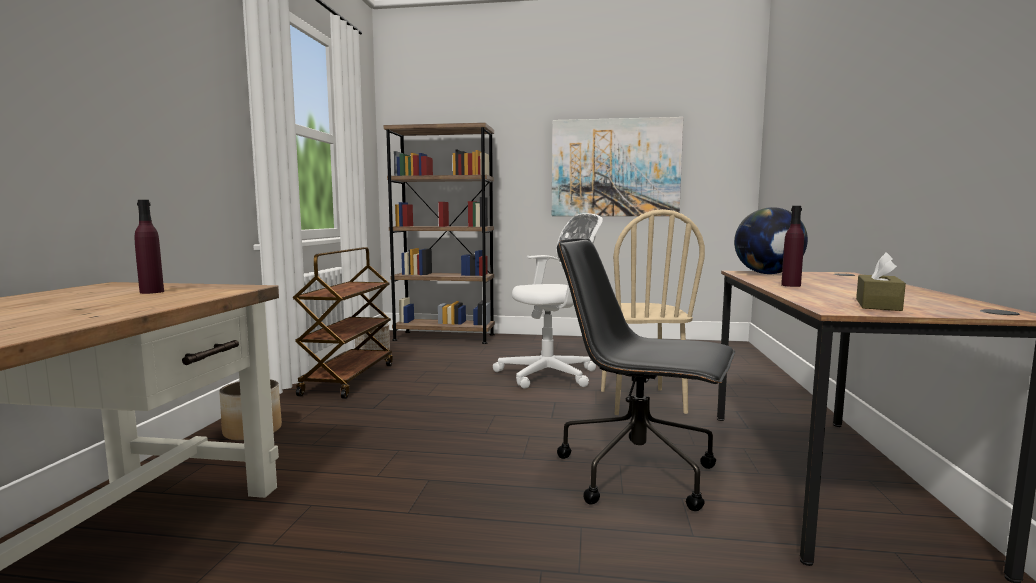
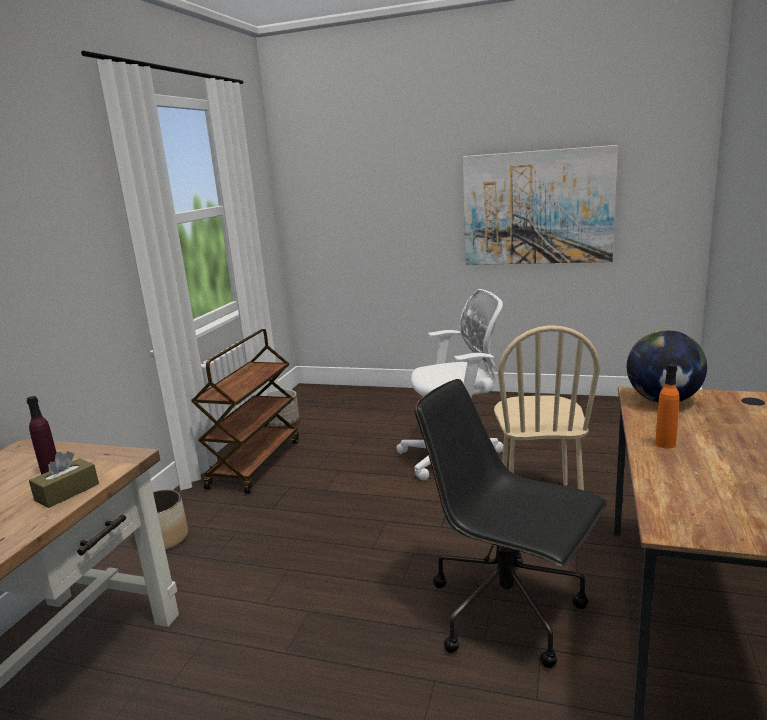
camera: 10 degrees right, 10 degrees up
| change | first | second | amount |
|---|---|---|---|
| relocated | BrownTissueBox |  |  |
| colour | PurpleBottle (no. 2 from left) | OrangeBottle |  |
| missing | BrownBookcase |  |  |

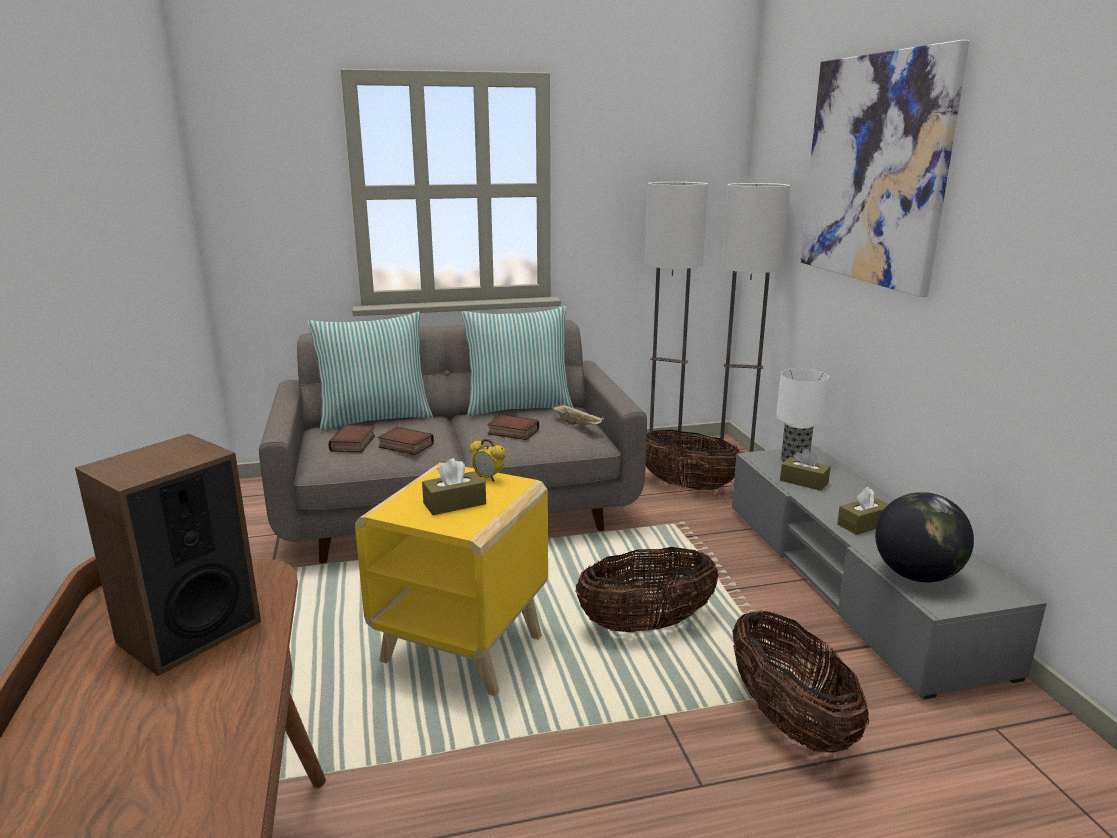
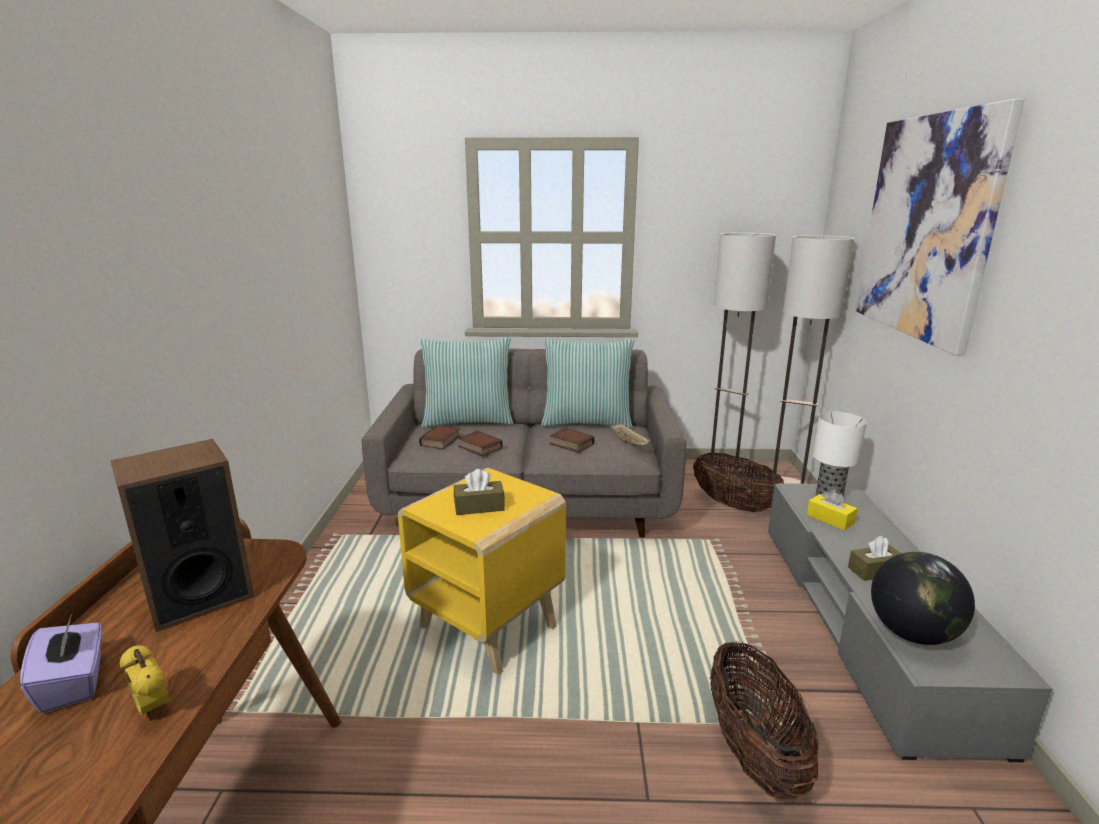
camera: 15 degrees right, 0 degrees up
| change | first | second | amount |
|---|---|---|---|
| appeared |  | PurpleTissueBox |  |
| relocated | AlarmClock |  |  |
| colour | BrownTissueBox (no. 2 from left) | YellowTissueBox |  |
| missing | Basket (no. 1 from left) |  |  |

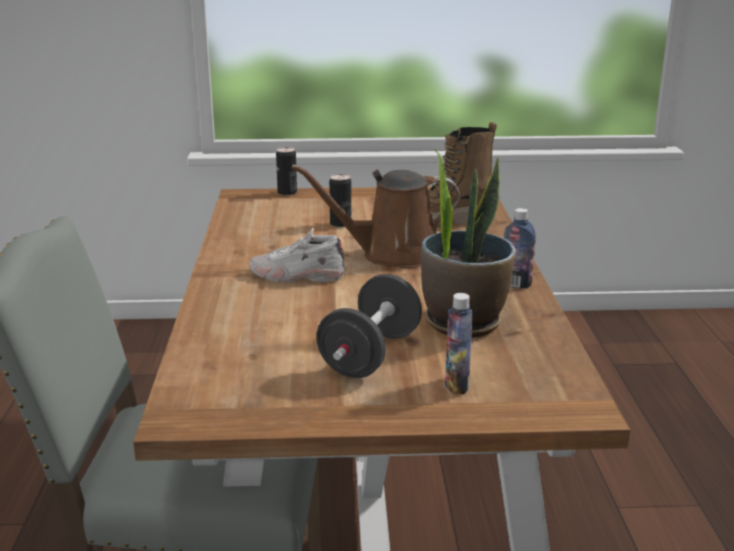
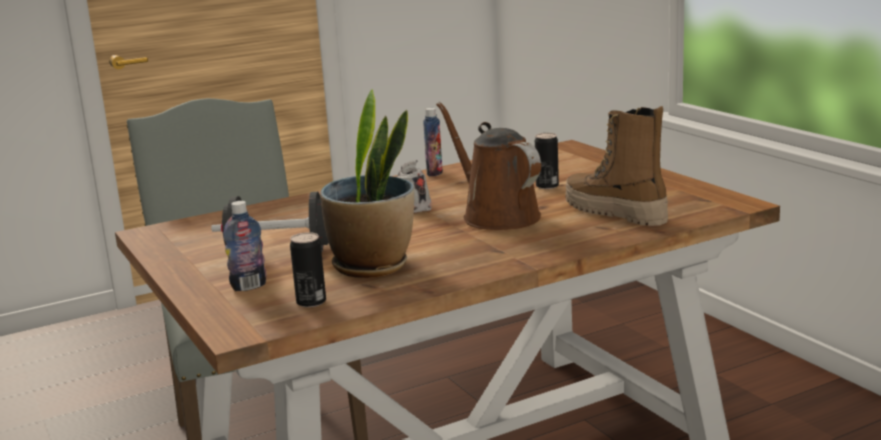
camera: 65 degrees right, 5 degrees down
| change | first | second | amount |
|---|---|---|---|
| relocated | Can (no. 1 from left) |  |  |
| relocated | Bottle (no. 2 from left) |  |  |

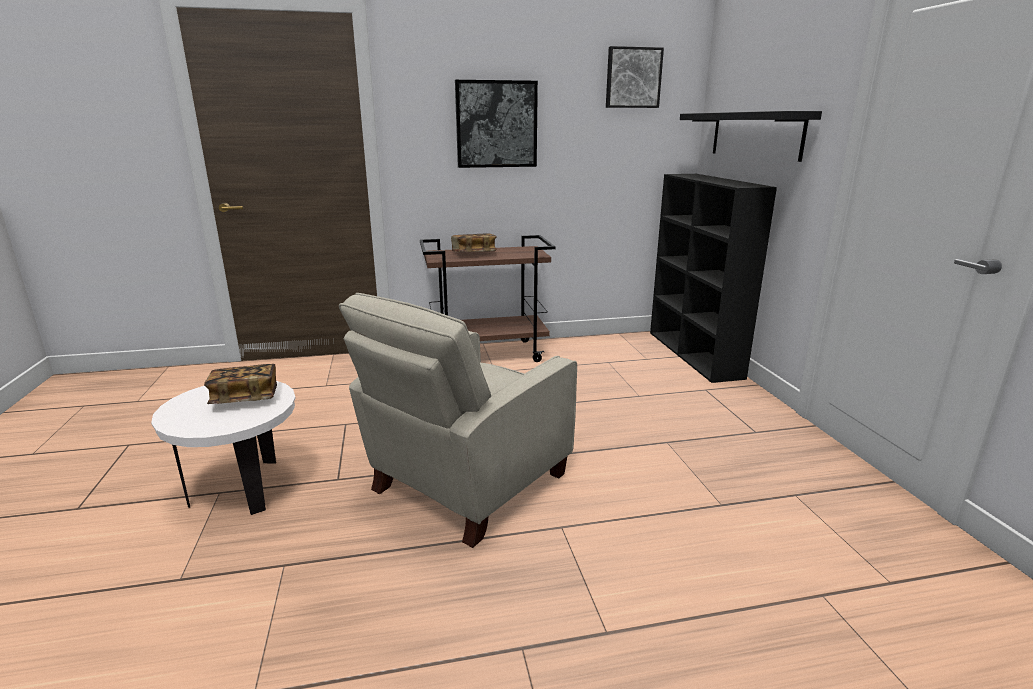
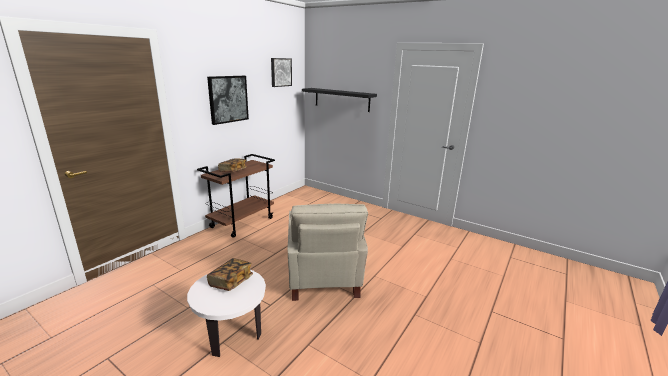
camera: 45 degrees left, 0 degrees up
| change | first | second | amount |
|---|---|---|---|
| missing | BlackBookcase |  |  |

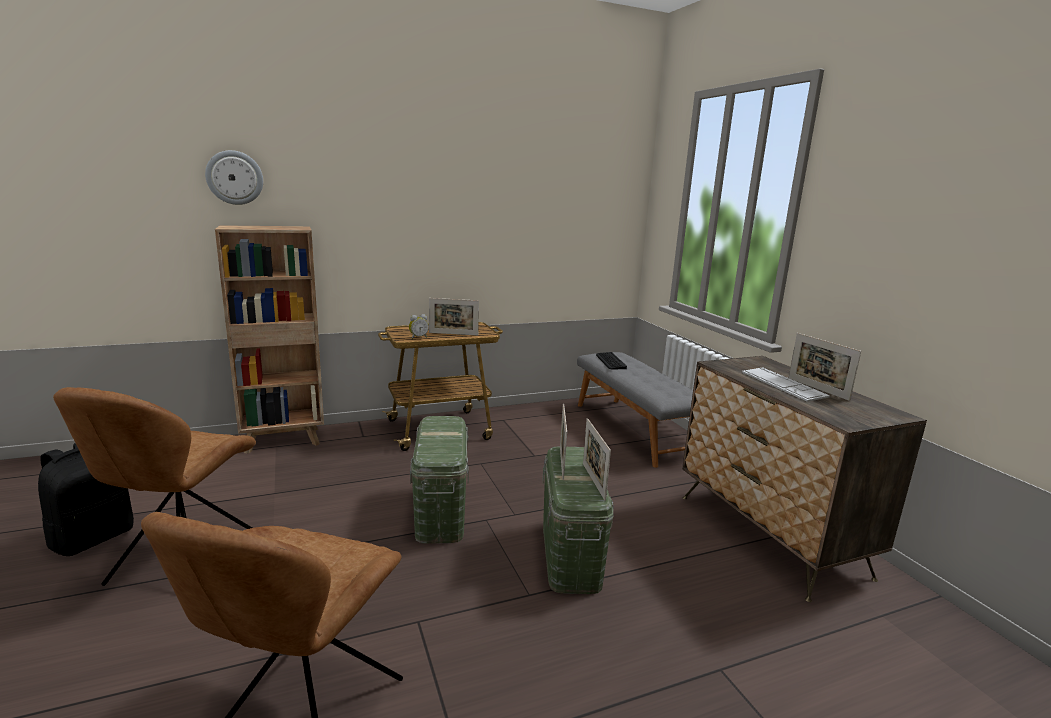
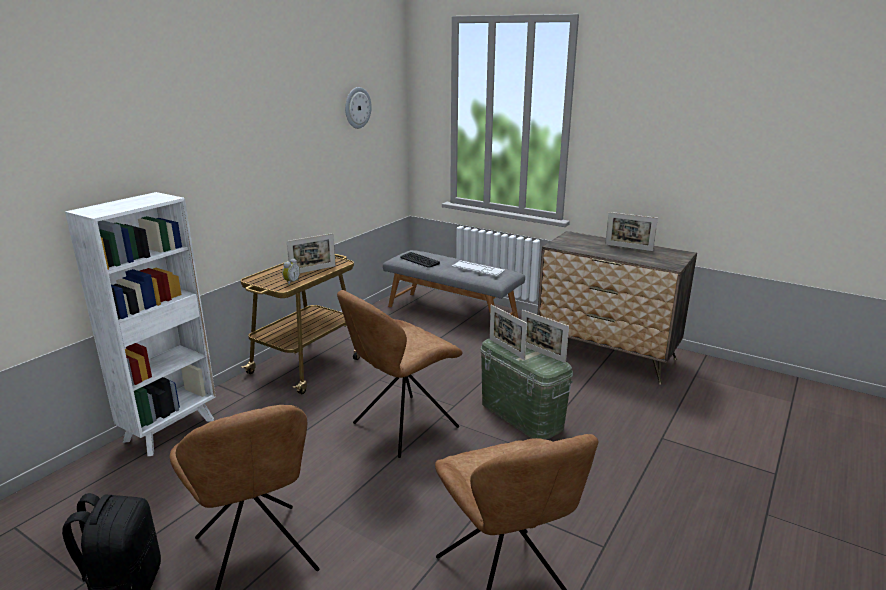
camera: 35 degrees left, 5 degrees up
| change | first | second | amount |
|---|---|---|---|
| colour | BrownBookcase | WhiteBookcase |  |
| exchanged | GreenStorageBox (no. 1 from left) | BrownChair (no. 2 from left) |  |
| relocated | WallClock |  |  |
| relocated | Keyboard (no. 2 from left) |  |  |

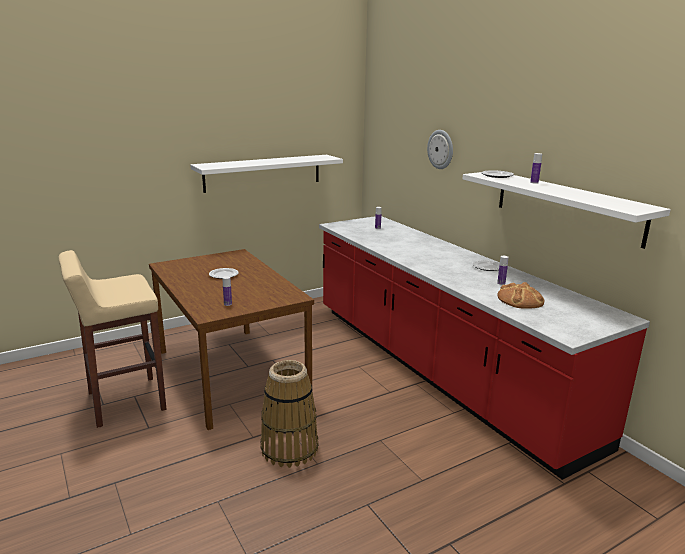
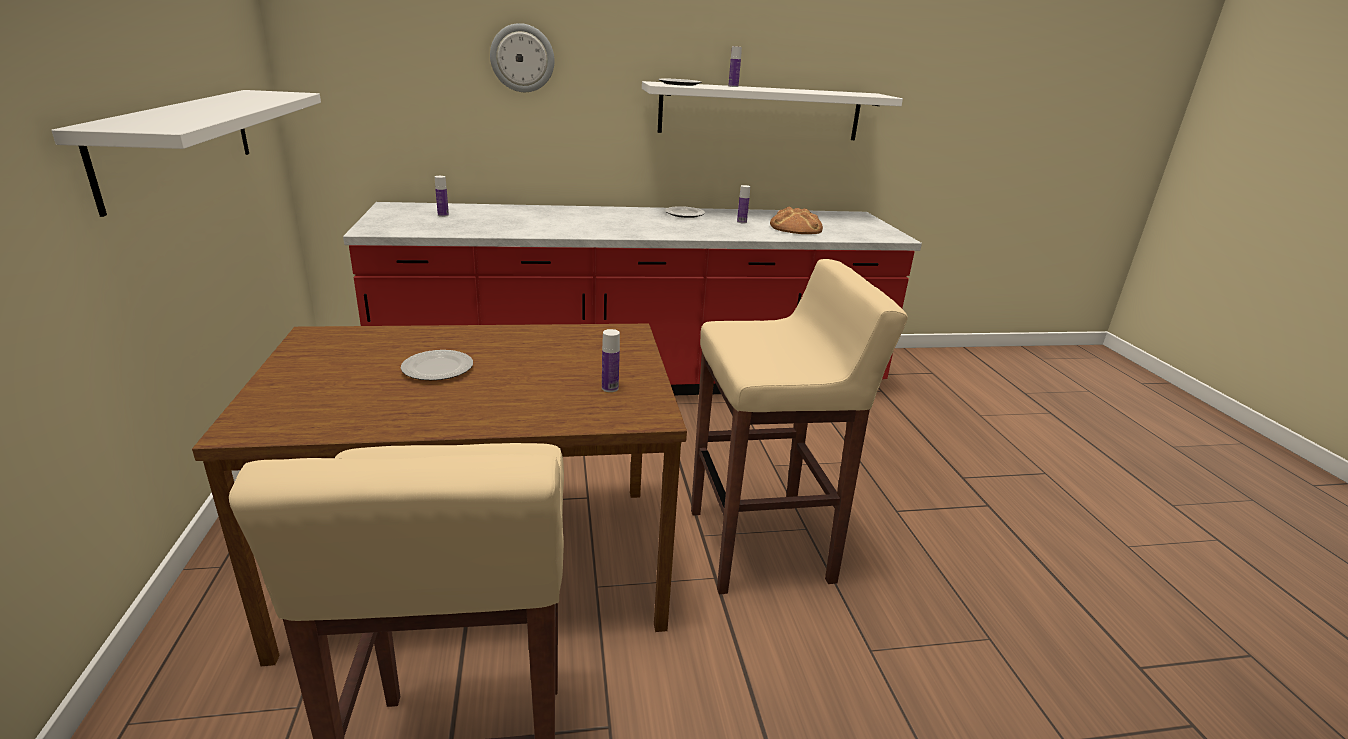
camera: 70 degrees left, 5 degrees up
| change | first | second | amount |
|---|---|---|---|
| exchanged | Basket | BeigeStool (no. 2 from left) |  |

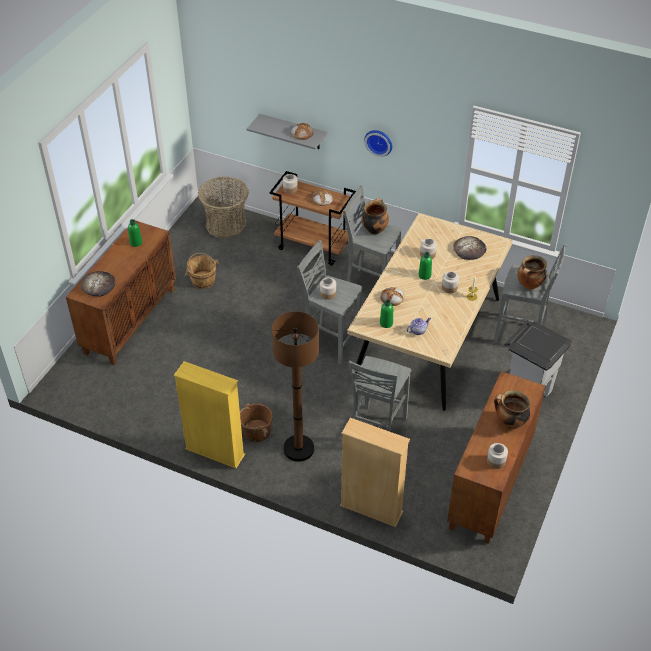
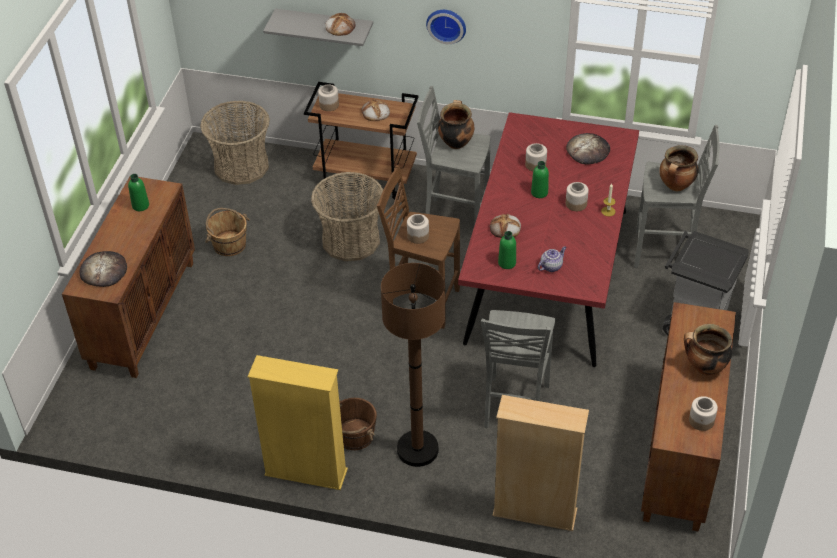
camera: 10 degrees left, 0 degrees up
| change | first | second | amount |
|---|---|---|---|
| appeared |  | Basket (no. 2 from left) |  |
| colour | GreyStool (no. 1 from left) | BrownStool |  |
| colour | BeigeDiningTable | RedDiningTable |  |

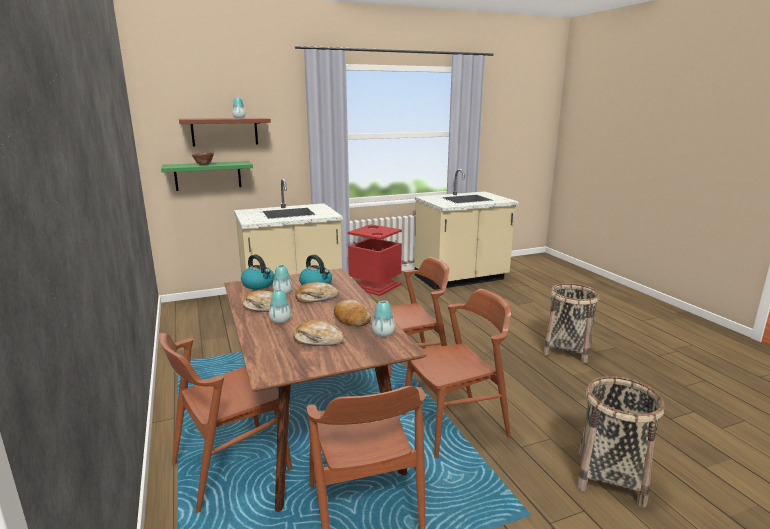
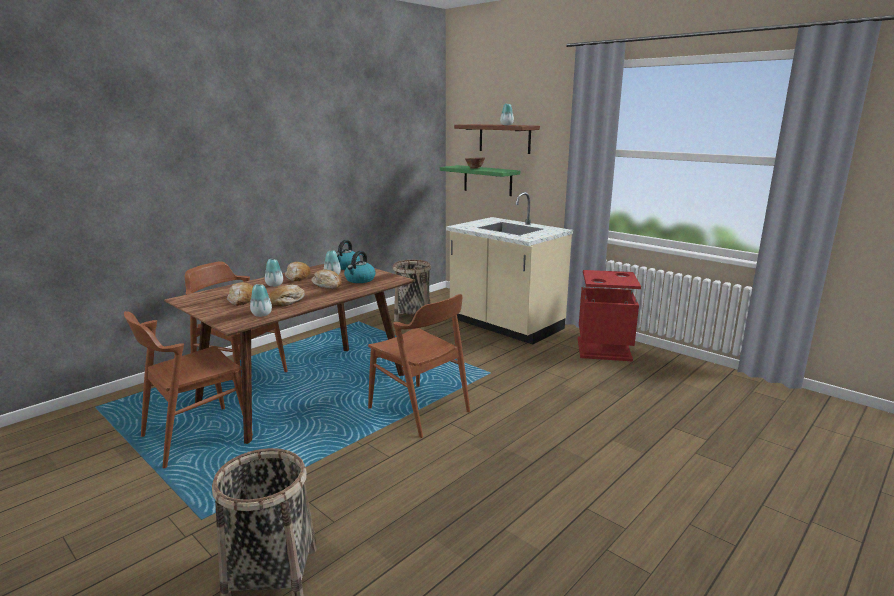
camera: 65 degrees right, 0 degrees up
| change | first | second | amount |
|---|---|---|---|
| relocated | Basket (no. 1 from left in the first image) | Basket (no. 2 from left) |  |
| missing | BrownChair (no. 4 from left) |  |  |
| missing | BeigeCounter (no. 2 from left) |  |  |

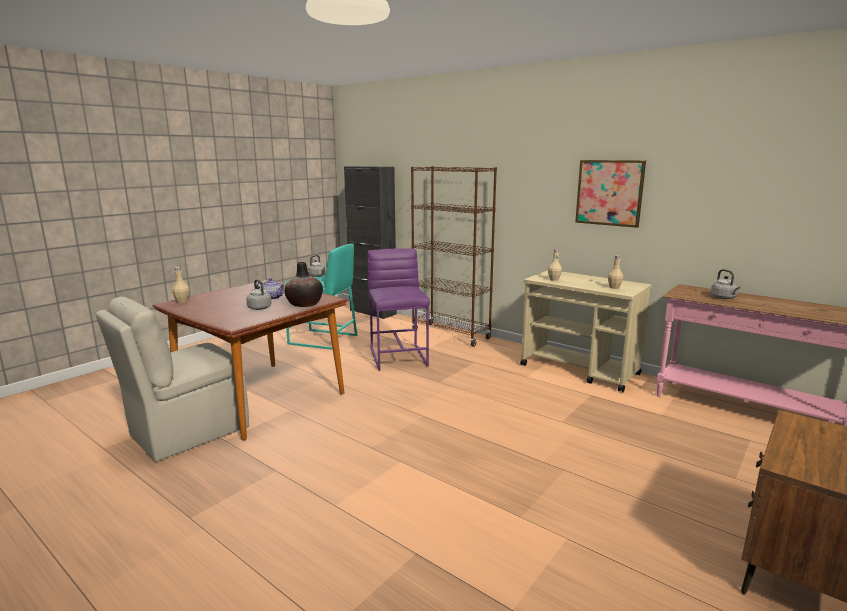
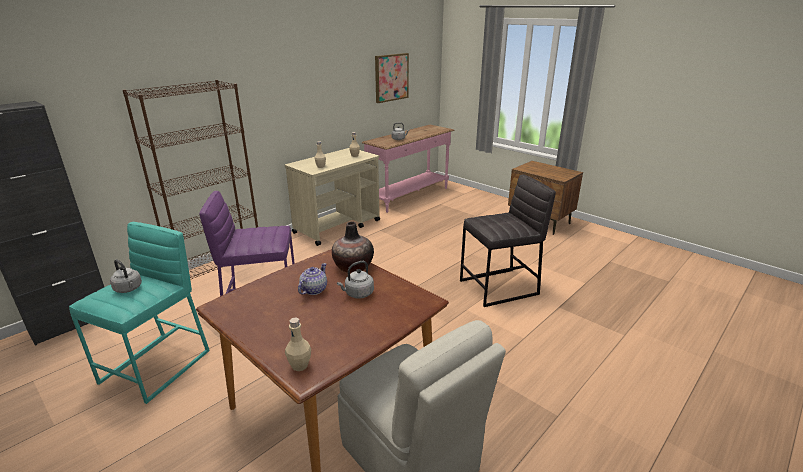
camera: 85 degrees left, 10 degrees up
| change | first | second | amount |
|---|---|---|---|
| relocated | Picture |  |  |
| appeared |  | GreyStool |  |

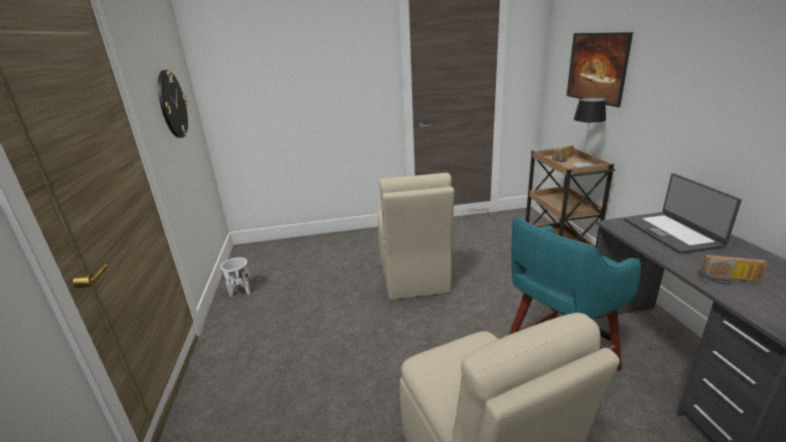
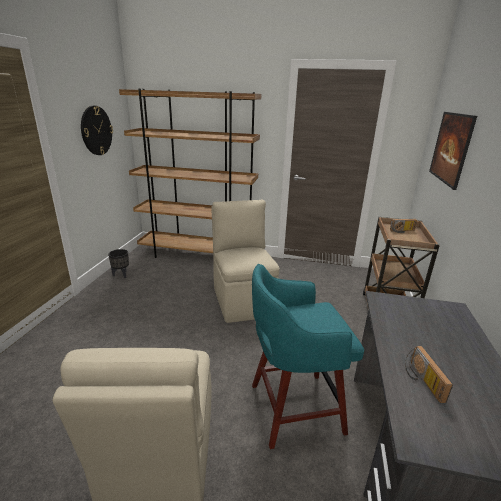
camera: 20 degrees right, 0 degrees up
| change | first | second | amount |
|---|---|---|---|
| colour | WhitePlanter | BlackPlanter |  |
| appeared |  | BrownBookcase |  |
| spun | BeigeChair (no. 1 from left in the first image) | BeigeChair (no. 2 from left) | 150 degrees clockwise |
| spun | Radio (no. 2 from left) |  | 45 degrees clockwise |
| missing | TableLamp |  |  |
| missing | Laptop |  |  |

